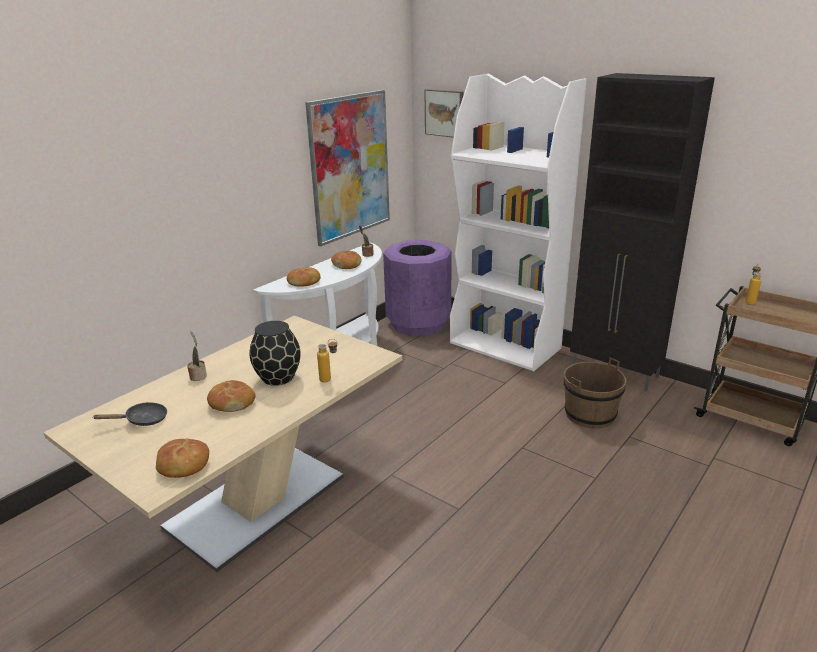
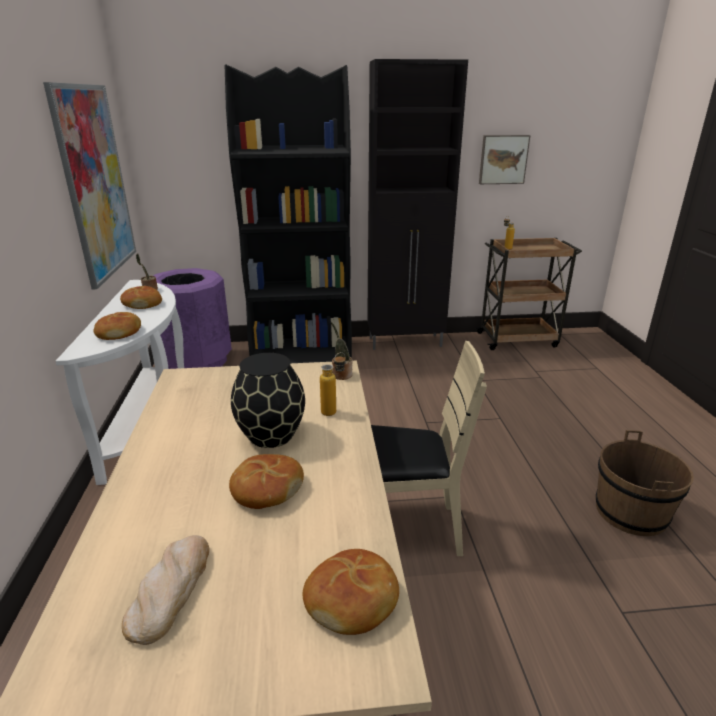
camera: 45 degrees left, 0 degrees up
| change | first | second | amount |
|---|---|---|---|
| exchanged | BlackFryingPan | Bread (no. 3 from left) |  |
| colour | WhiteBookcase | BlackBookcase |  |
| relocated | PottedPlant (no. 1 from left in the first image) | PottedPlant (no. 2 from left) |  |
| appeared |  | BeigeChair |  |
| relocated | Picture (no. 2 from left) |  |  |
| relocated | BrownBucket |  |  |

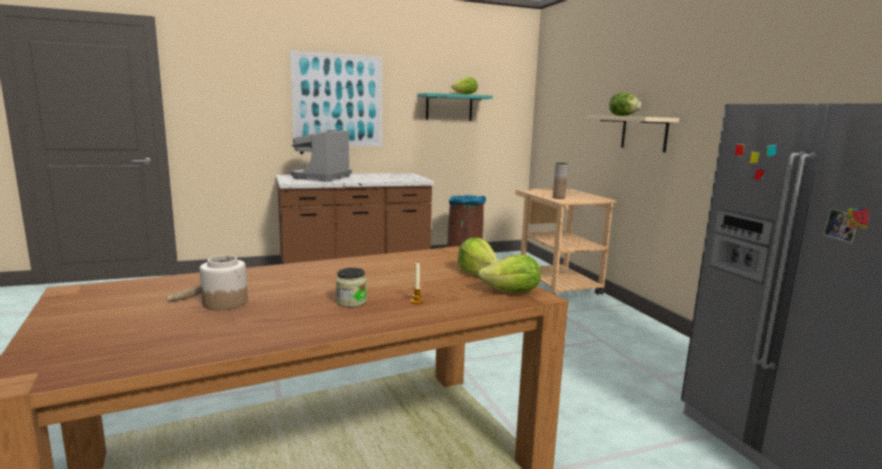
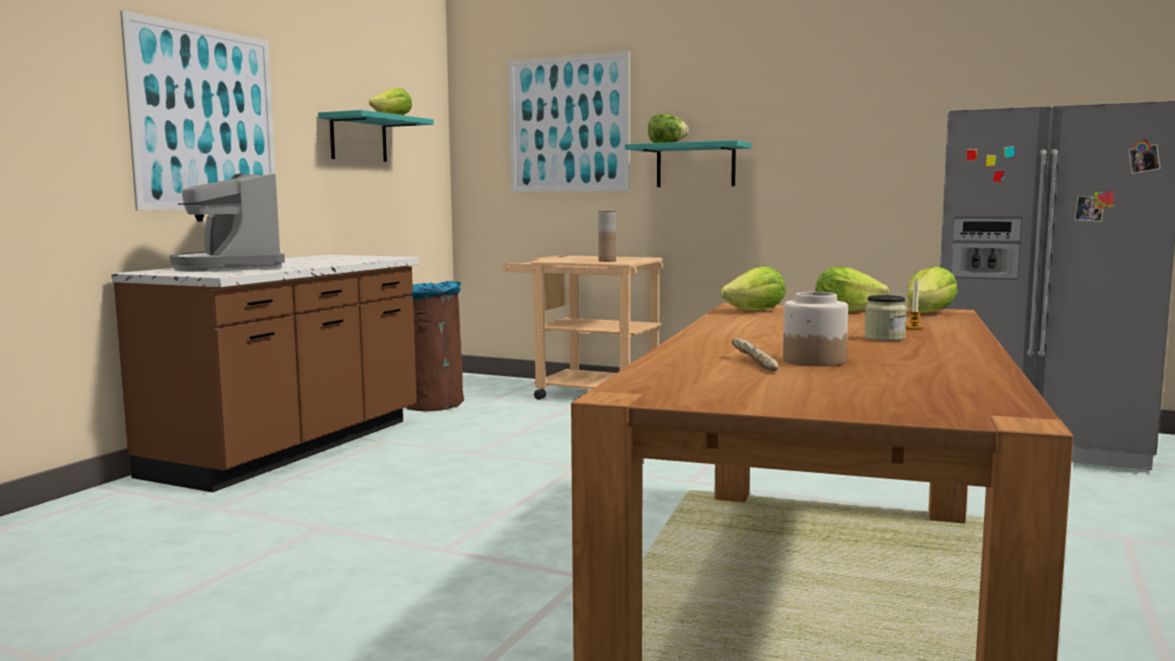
camera: 45 degrees left, 5 degrees down
| change | first | second | amount |
|---|---|---|---|
| appeared |  | Picture (no. 2 from left) |  |
| colour | BeigeShelf | TurquoiseShelf (no. 2 from left) |  |
| appeared |  | Lettuce (no. 3 from left) |  |

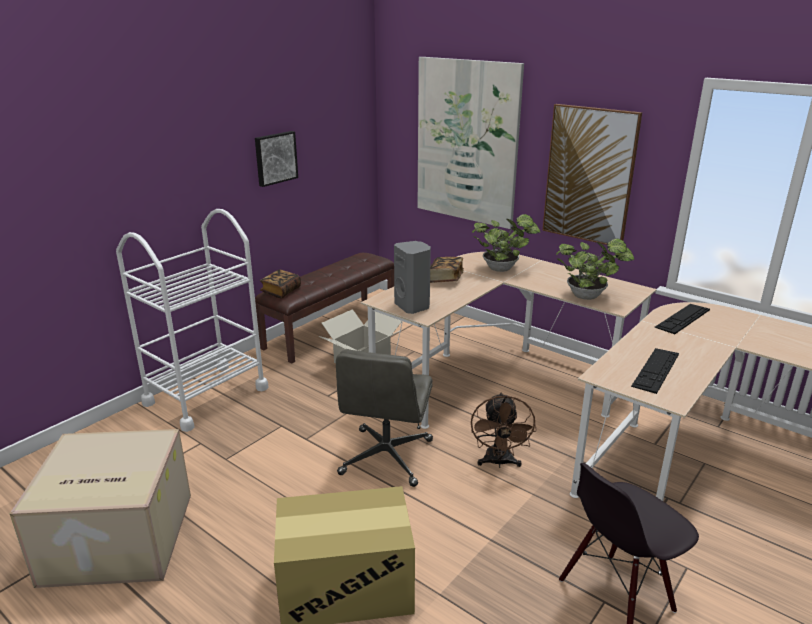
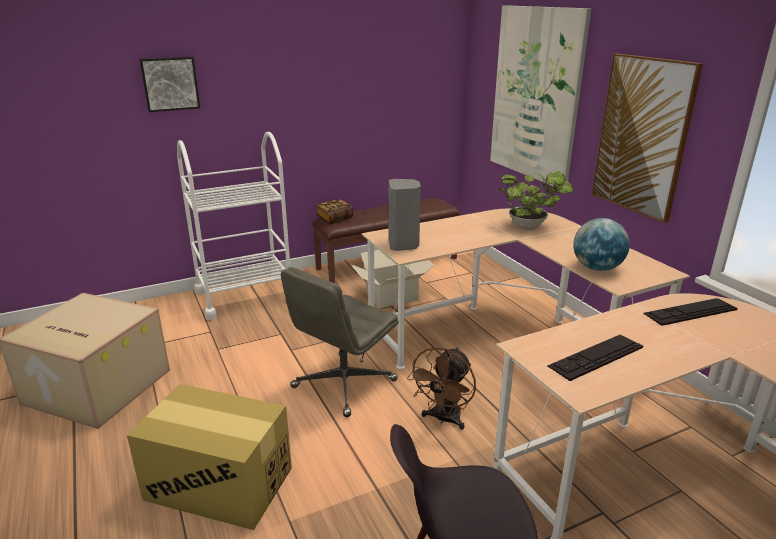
camera: 25 degrees right, 0 degrees up
| change | first | second | amount |
|---|---|---|---|
| relocated | Picture (no. 1 from left) |  |  |
| exchanged | PottedPlant (no. 2 from left) | Globe |  |
| missing | Book (no. 2 from left) |  |  |

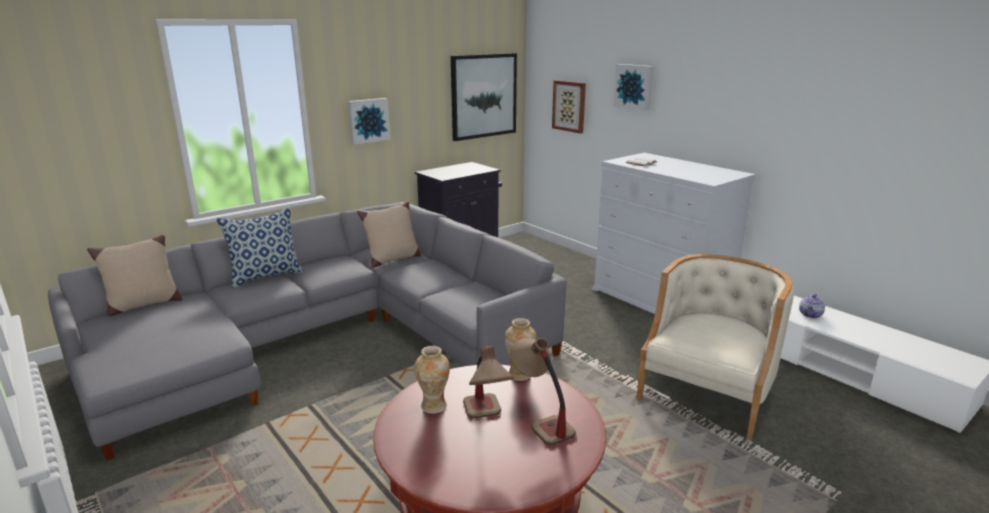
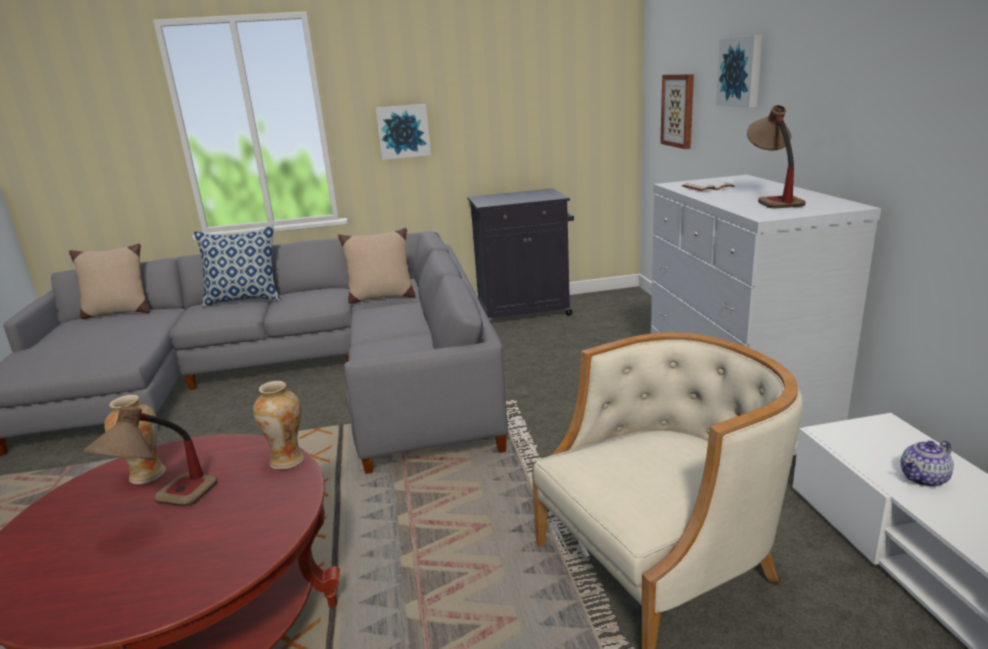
camera: 30 degrees right, 0 degrees up
| change | first | second | amount |
|---|---|---|---|
| relocated | TableLamp (no. 2 from left) |  |  |
| missing | Picture (no. 2 from left) |  |  |

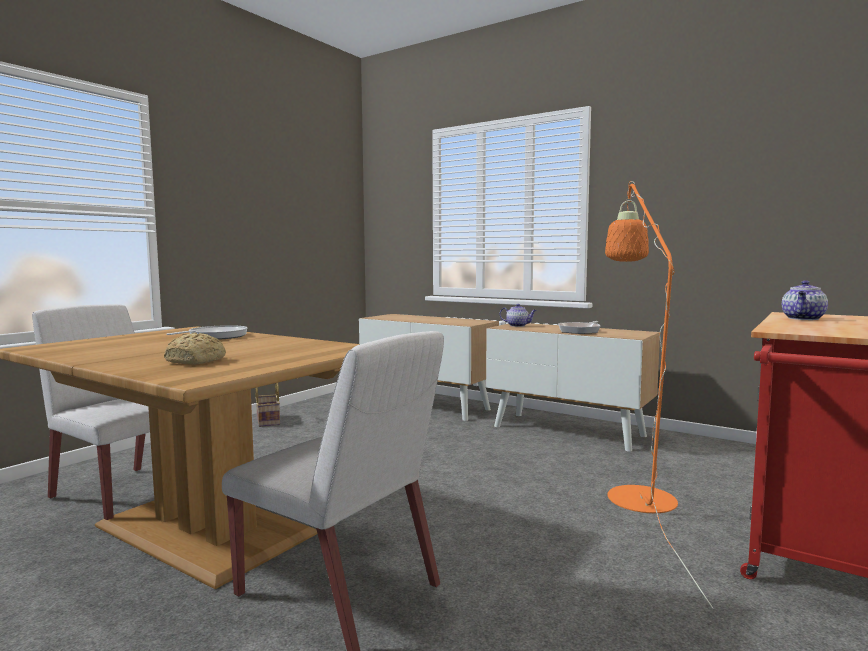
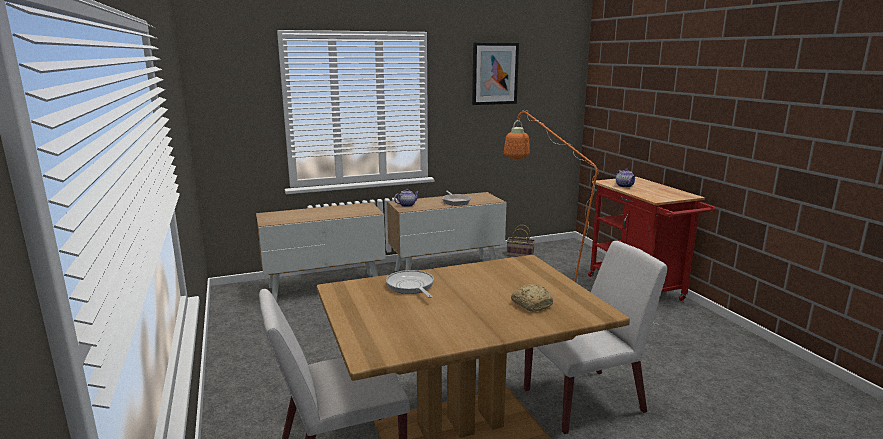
camera: 55 degrees left, 10 degrees up
| change | first | second | amount |
|---|---|---|---|
| appeared |  | Picture |  |
| relocated | Basket |  |  |

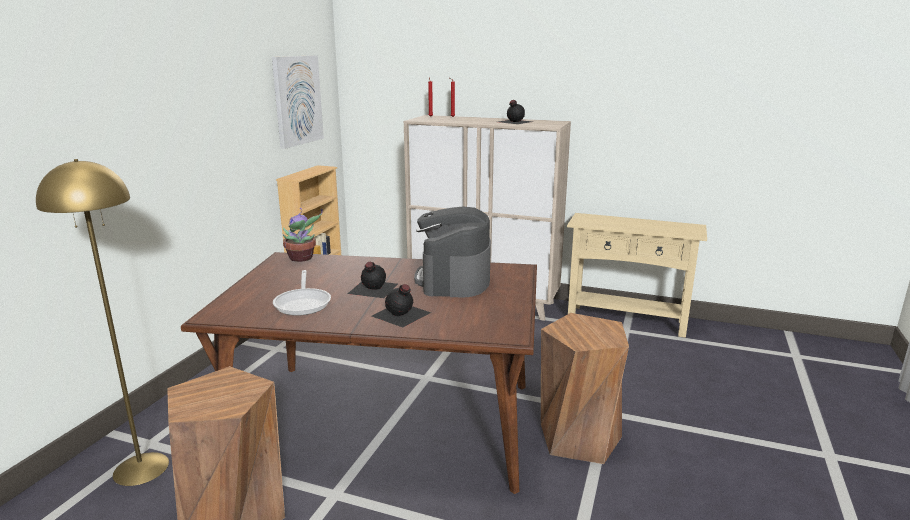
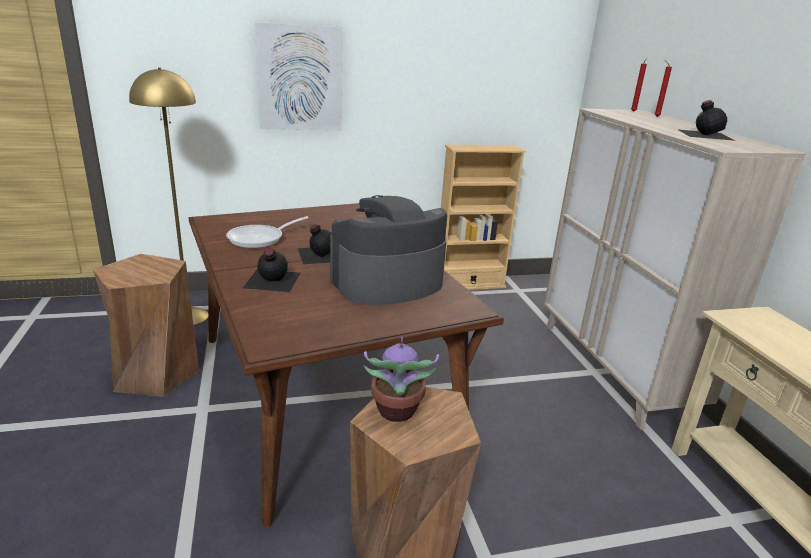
camera: 55 degrees right, 5 degrees up
| change | first | second | amount |
|---|---|---|---|
| relocated | Picture |  |  |
| relocated | PottedPlant |  |  |

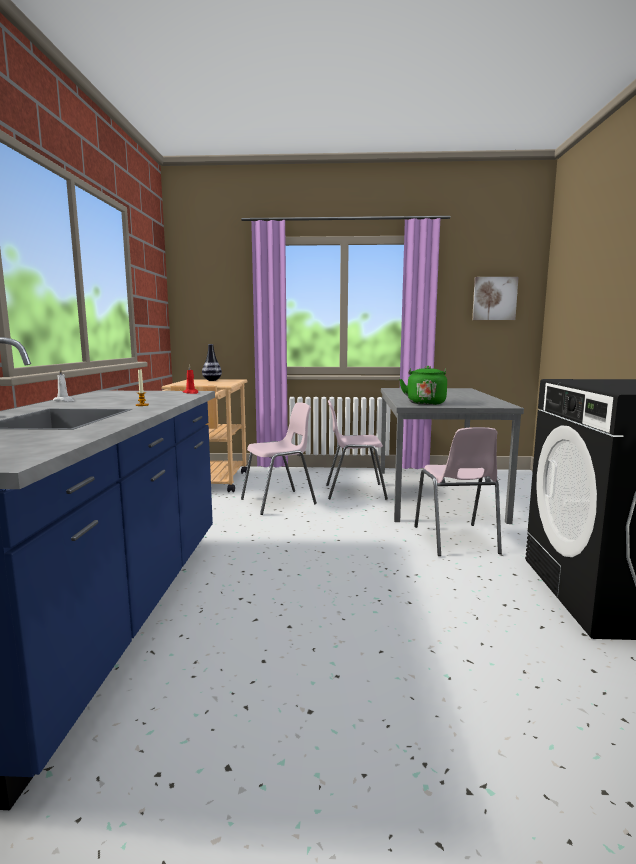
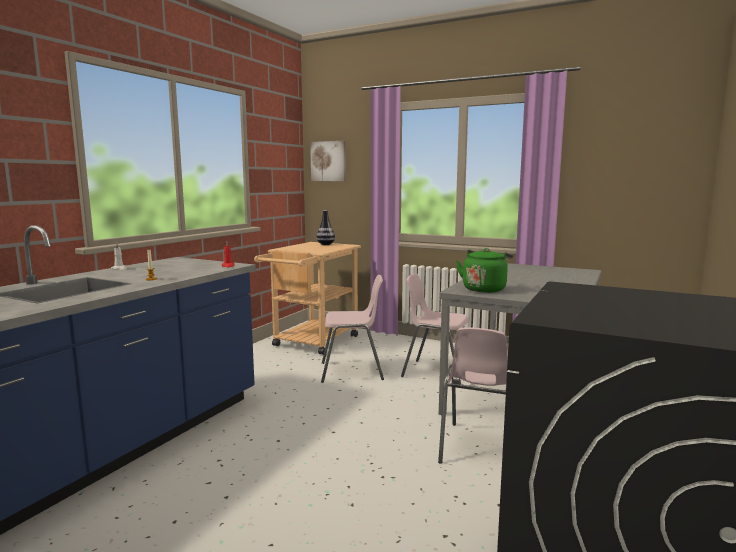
camera: 25 degrees right, 0 degrees up
| change | first | second | amount |
|---|---|---|---|
| relocated | Picture |  |  |

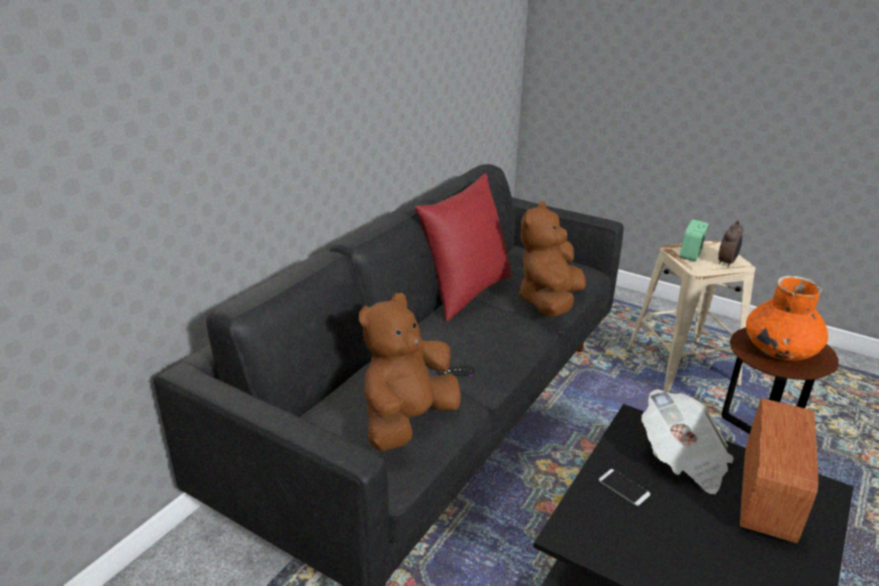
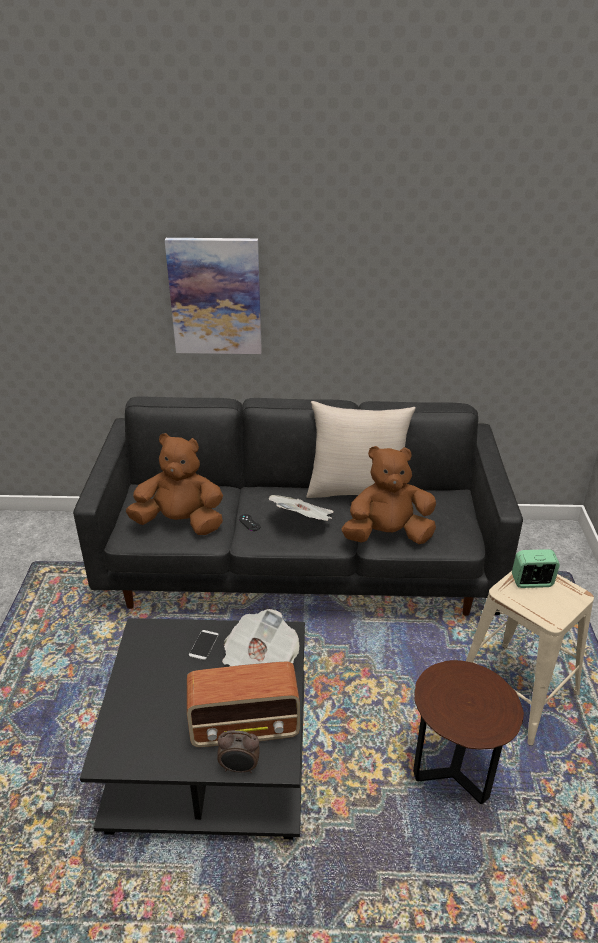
camera: 60 degrees right, 5 degrees up
| change | first | second | amount |
|---|---|---|---|
| appeared |  | Picture |  |
| relocated | AlarmClock (no. 2 from left in the first image) | AlarmClock (no. 1 from left) |  |
| appeared |  | Newspaper (no. 2 from left) |  |
| colour | RedPillow | BeigePillow |  |
| missing | OrangeVase |  |  |

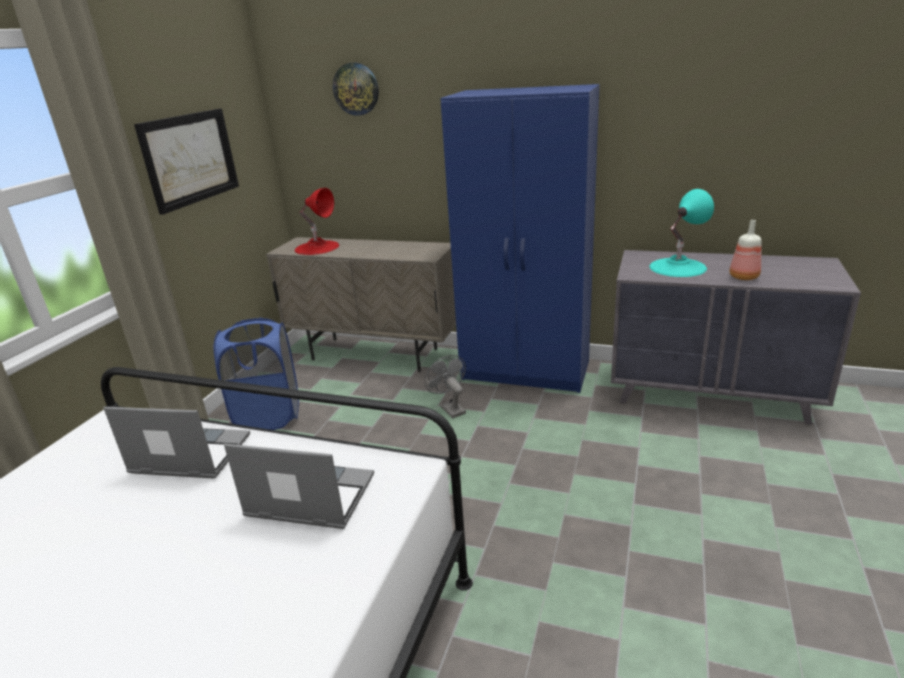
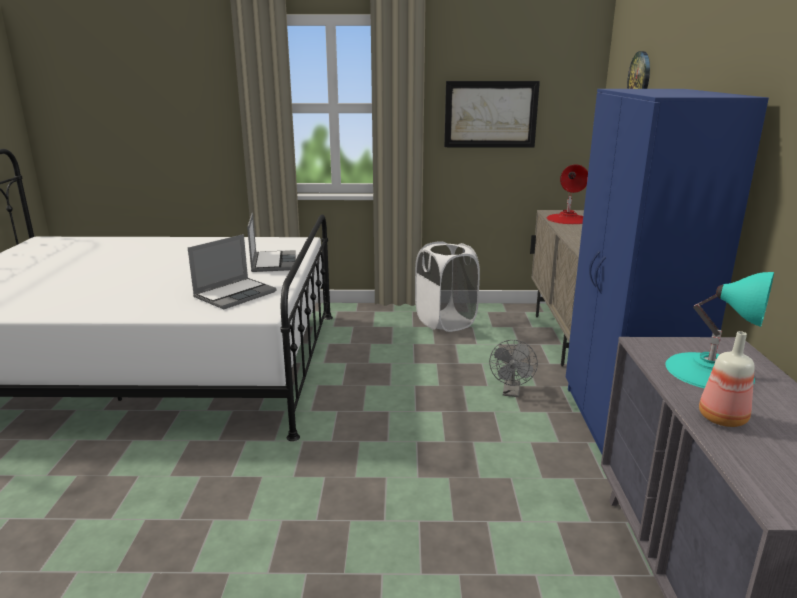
camera: 70 degrees right, 5 degrees down
| change | first | second | amount |
|---|---|---|---|
| spun | Laptop (no. 2 from left in the first image) | Laptop (no. 1 from left) | 45 degrees clockwise |
| colour | BlueLaundryBasket | WhiteLaundryBasket |  |
| spun | GreyFan |  | 150 degrees clockwise |

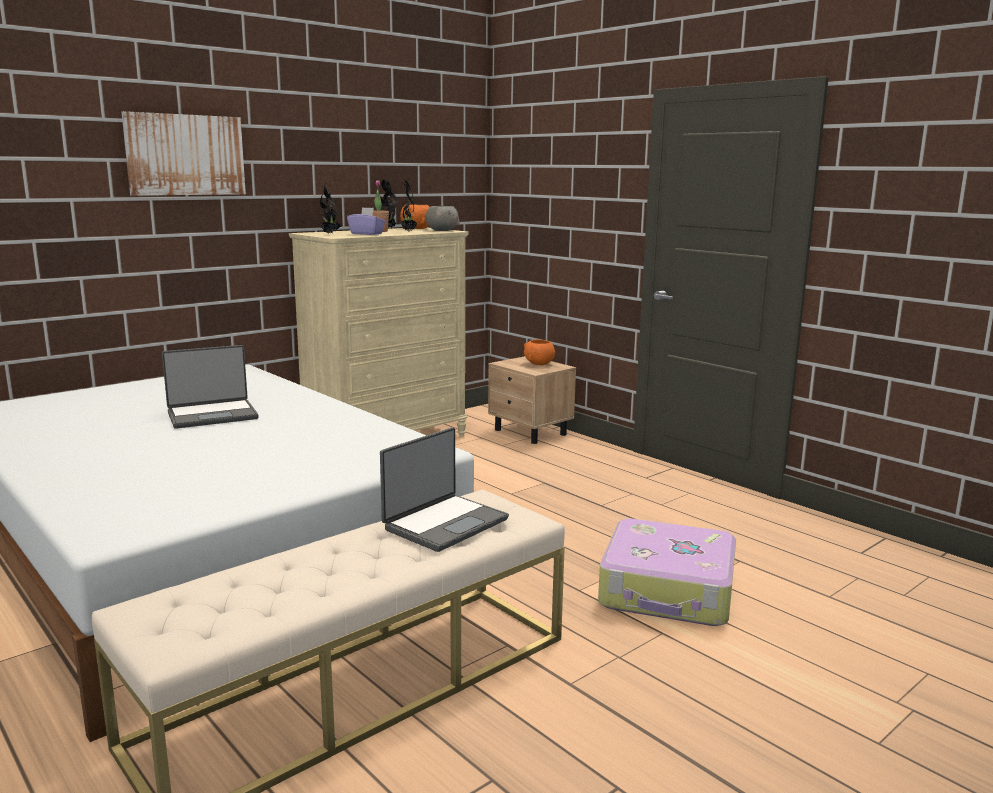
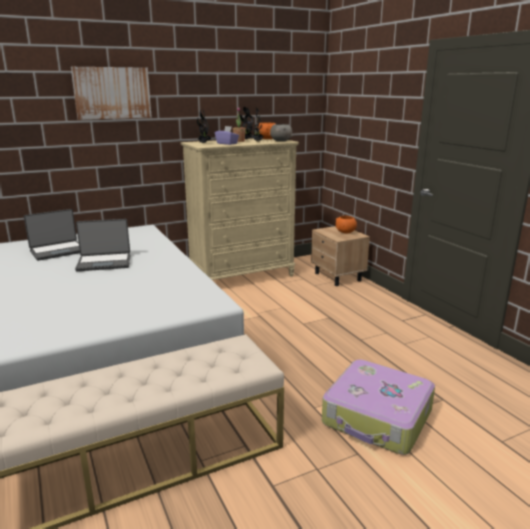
camera: 15 degrees right, 5 degrees up
| change | first | second | amount |
|---|---|---|---|
| relocated | Laptop (no. 2 from left in the first image) | Laptop (no. 1 from left) |  |

